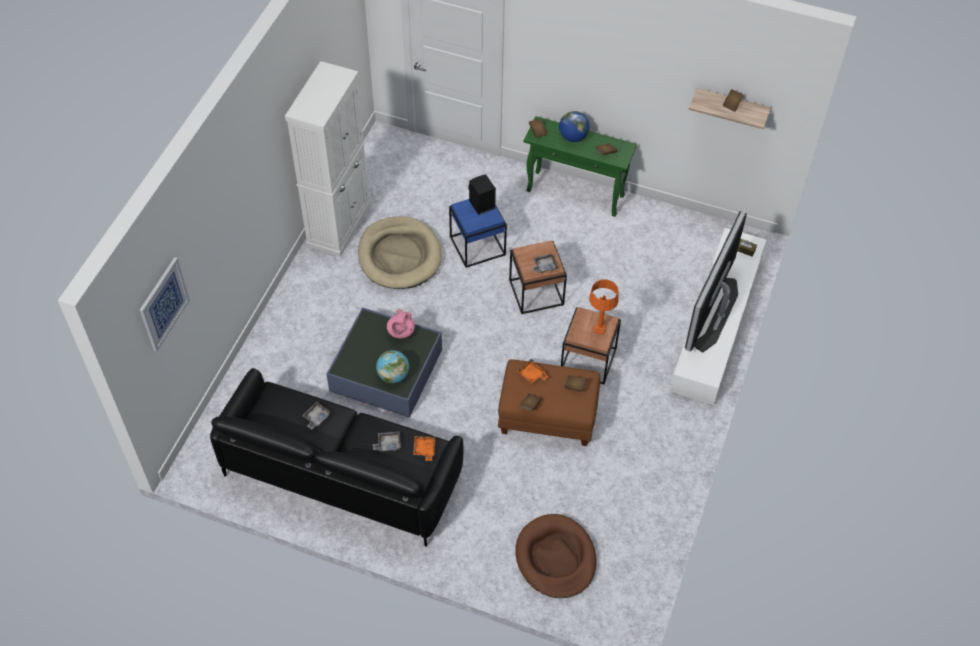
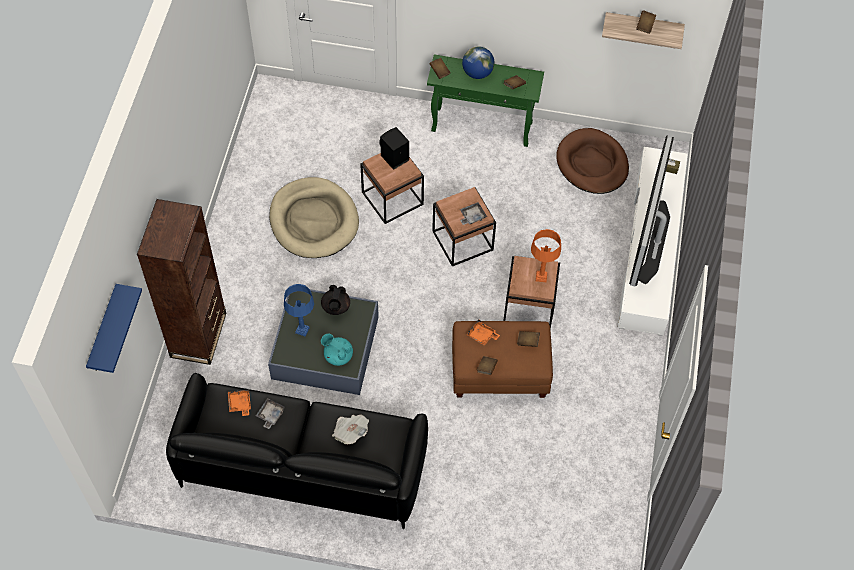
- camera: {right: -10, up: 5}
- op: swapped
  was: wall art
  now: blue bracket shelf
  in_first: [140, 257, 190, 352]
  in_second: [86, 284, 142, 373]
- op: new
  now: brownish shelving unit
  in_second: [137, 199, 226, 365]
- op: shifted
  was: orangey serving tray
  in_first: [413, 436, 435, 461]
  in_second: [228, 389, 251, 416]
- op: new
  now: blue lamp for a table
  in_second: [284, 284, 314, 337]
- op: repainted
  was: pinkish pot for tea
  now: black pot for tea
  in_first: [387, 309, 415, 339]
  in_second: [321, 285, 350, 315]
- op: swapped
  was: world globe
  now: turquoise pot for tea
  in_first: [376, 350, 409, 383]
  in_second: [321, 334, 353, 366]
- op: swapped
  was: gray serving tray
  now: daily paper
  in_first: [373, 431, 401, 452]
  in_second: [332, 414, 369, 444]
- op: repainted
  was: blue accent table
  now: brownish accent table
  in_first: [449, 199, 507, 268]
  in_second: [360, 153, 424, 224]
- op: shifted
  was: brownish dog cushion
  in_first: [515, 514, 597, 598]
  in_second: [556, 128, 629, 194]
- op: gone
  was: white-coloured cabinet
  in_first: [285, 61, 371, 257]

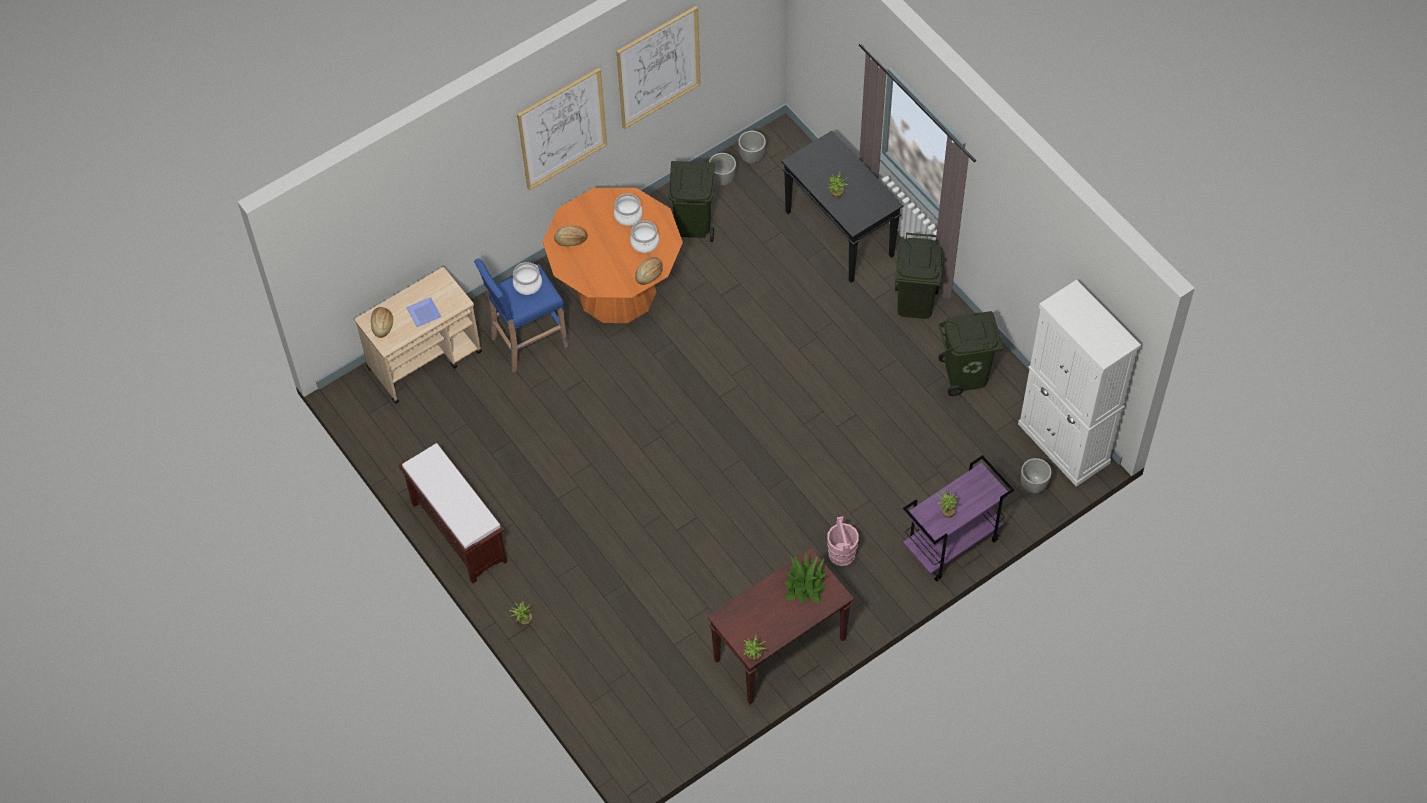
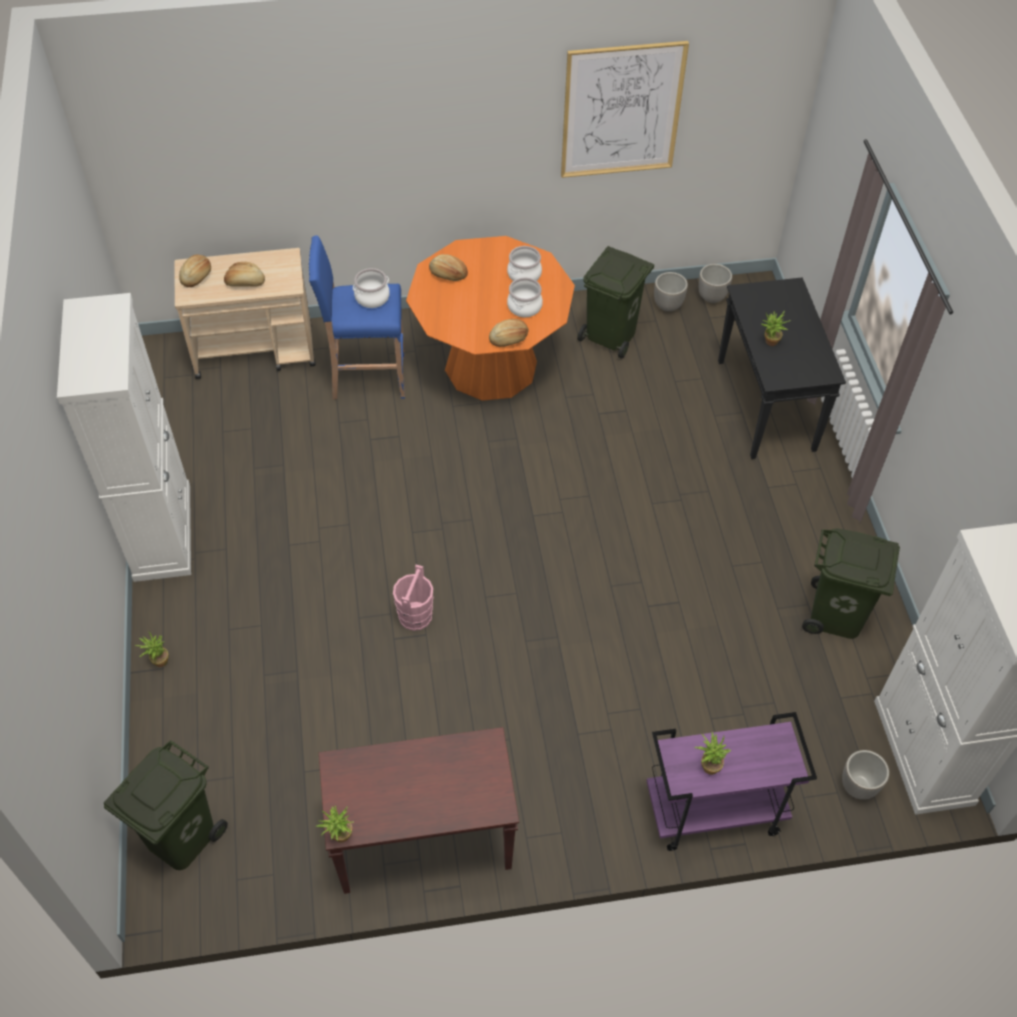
- camera: {right: 25, up: -5}
- op: swapped
  was: brownish indoor bench
  now: white-coloured cabinet
  in_first: [399, 443, 508, 584]
  in_second: [57, 293, 191, 582]
- op: shifted
  was: green rubbish bin
  in_first: [895, 232, 944, 319]
  in_second: [104, 740, 228, 870]
- op: swapped
  was: dinner plate
  now: bread
  in_first: [406, 297, 442, 327]
  in_second: [224, 262, 265, 287]
- op: shifted
  was: pinkish pail
  in_first: [827, 517, 859, 566]
  in_second: [393, 565, 433, 631]
- op: gone
  was: wall art
  in_first: [517, 68, 607, 190]
- op: gone
  was: potted plant
  in_first: [784, 554, 826, 604]

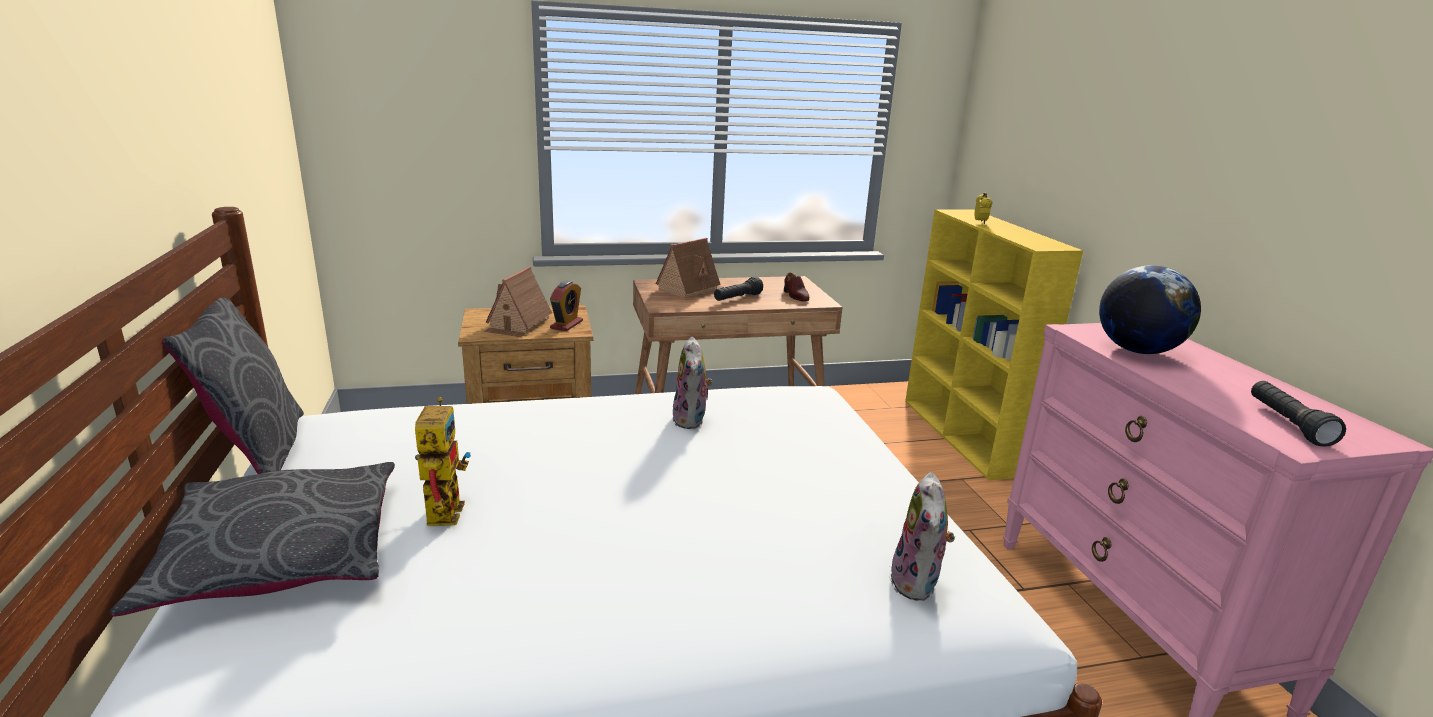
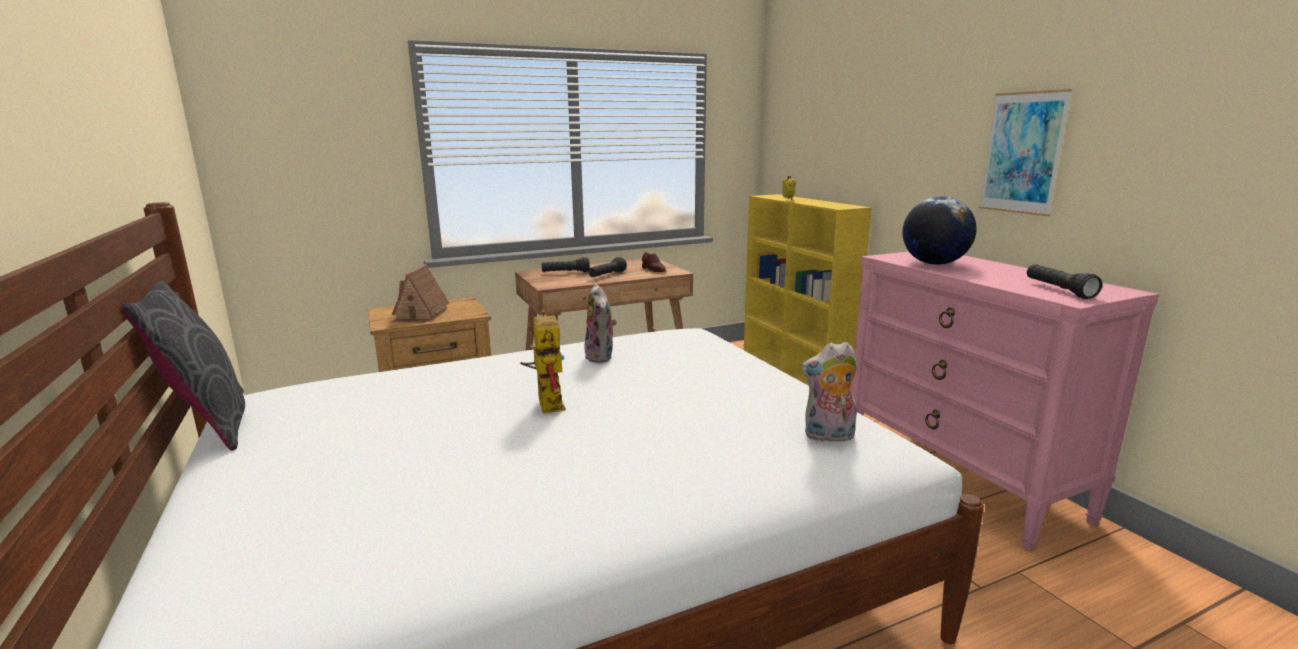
- camera: {right: -10, up: -5}
- op: shifted
  was: toy robot
  in_first: [415, 397, 471, 526]
  in_second: [520, 310, 566, 414]
- op: swapped
  was: toy house
  now: black hand torch
  in_first: [656, 238, 724, 298]
  in_second: [542, 257, 590, 272]
- op: rotated
  was: cuddly toy
  in_first: [889, 472, 955, 601]
  in_second: [801, 342, 858, 444]
  clockwise: 90
- op: new
  now: wall art
  in_second: [979, 89, 1072, 216]
- op: gone
  was: gray cushion
  in_first: [110, 462, 395, 617]
- op: gone
  was: alarm clock
  in_first: [550, 281, 583, 331]

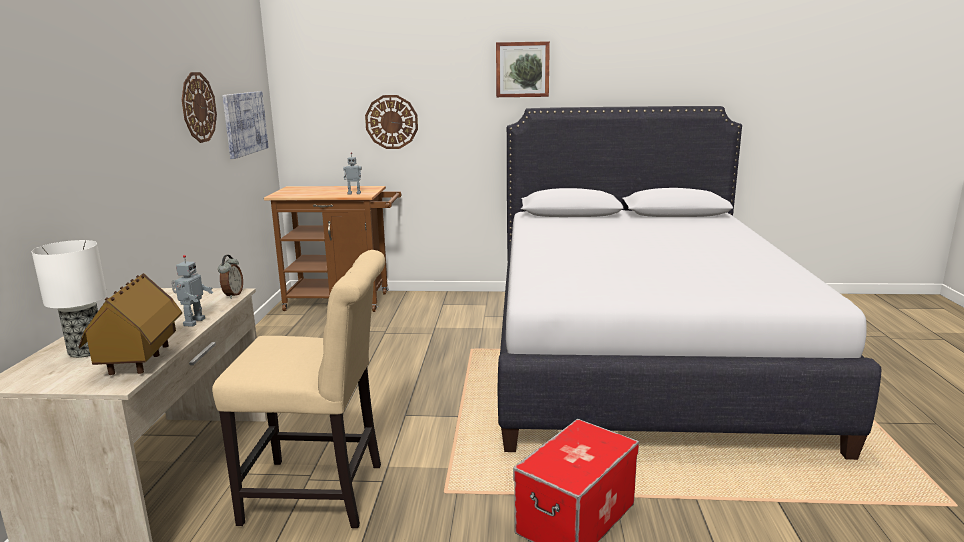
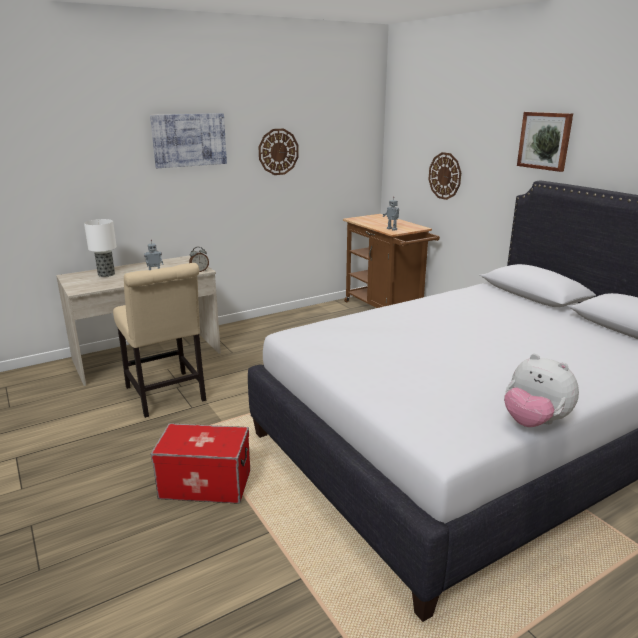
- camera: {right: 55, up: 5}
- op: shifted
  was: wall art
  in_first: [222, 91, 269, 159]
  in_second: [150, 113, 227, 168]
- op: new
  now: cuddly toy
  in_second: [504, 354, 579, 427]
- op: gone
  was: toy house
  in_first: [79, 273, 182, 375]

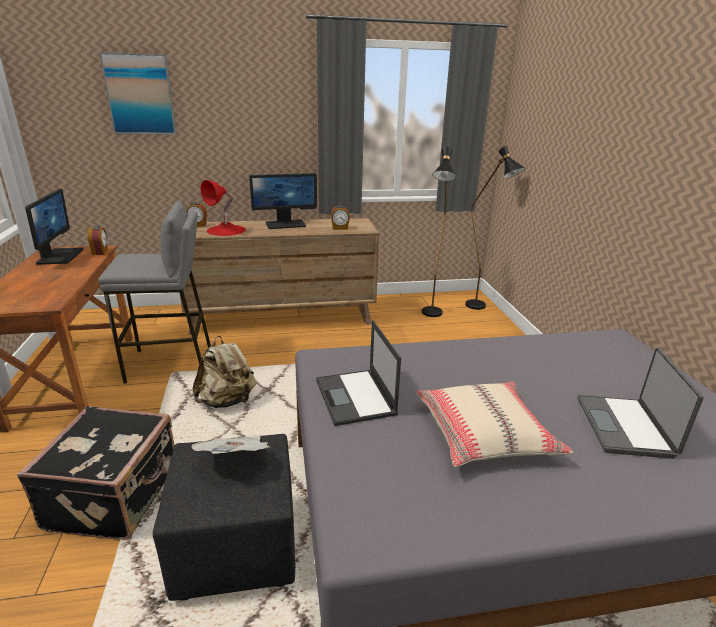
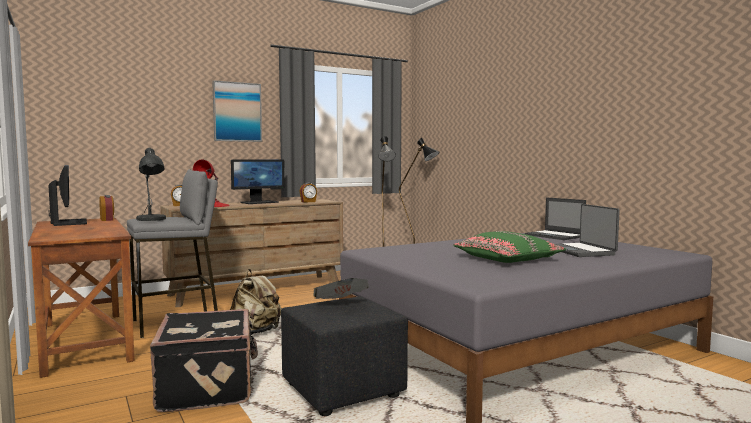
- camera: {right: -20, up: -20}
- op: new
  now: gray lamp for a table
  in_second: [136, 148, 166, 221]
- op: shifted
  was: wall art
  in_first: [99, 52, 177, 134]
  in_second: [212, 80, 262, 142]
- op: repainted
  was: beige-coloured cushion
  now: green cushion
  in_first: [416, 382, 573, 467]
  in_second: [453, 231, 566, 263]
- op: shifted
  was: notebook computer
  in_first: [316, 320, 401, 426]
  in_second: [525, 197, 586, 240]

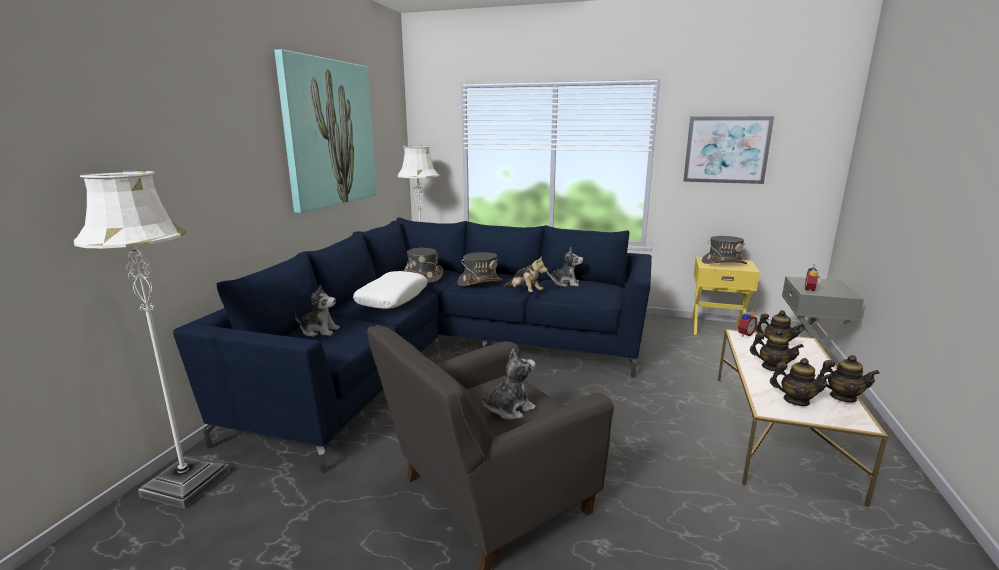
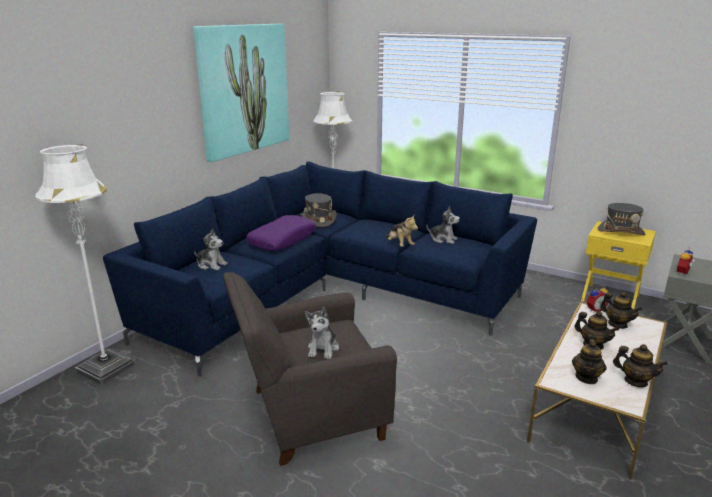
- camera: {right: 15, up: 5}
- op: repainted
  was: white-coloured cushion
  now: purple-coloured cushion
  in_first: [353, 271, 428, 309]
  in_second: [246, 215, 316, 251]
- op: rotated
  was: cuddly toy
  in_first: [482, 348, 536, 420]
  in_second: [305, 307, 339, 359]
  clockwise: 120
- op: rotated
  was: pot for tea
  in_first: [770, 358, 832, 406]
  in_second: [572, 339, 607, 384]
  clockwise: 75
- op: gone
  was: gray clothing hat
  in_first: [457, 252, 503, 286]
- op: gone
  was: wall art
  in_first: [683, 116, 774, 184]

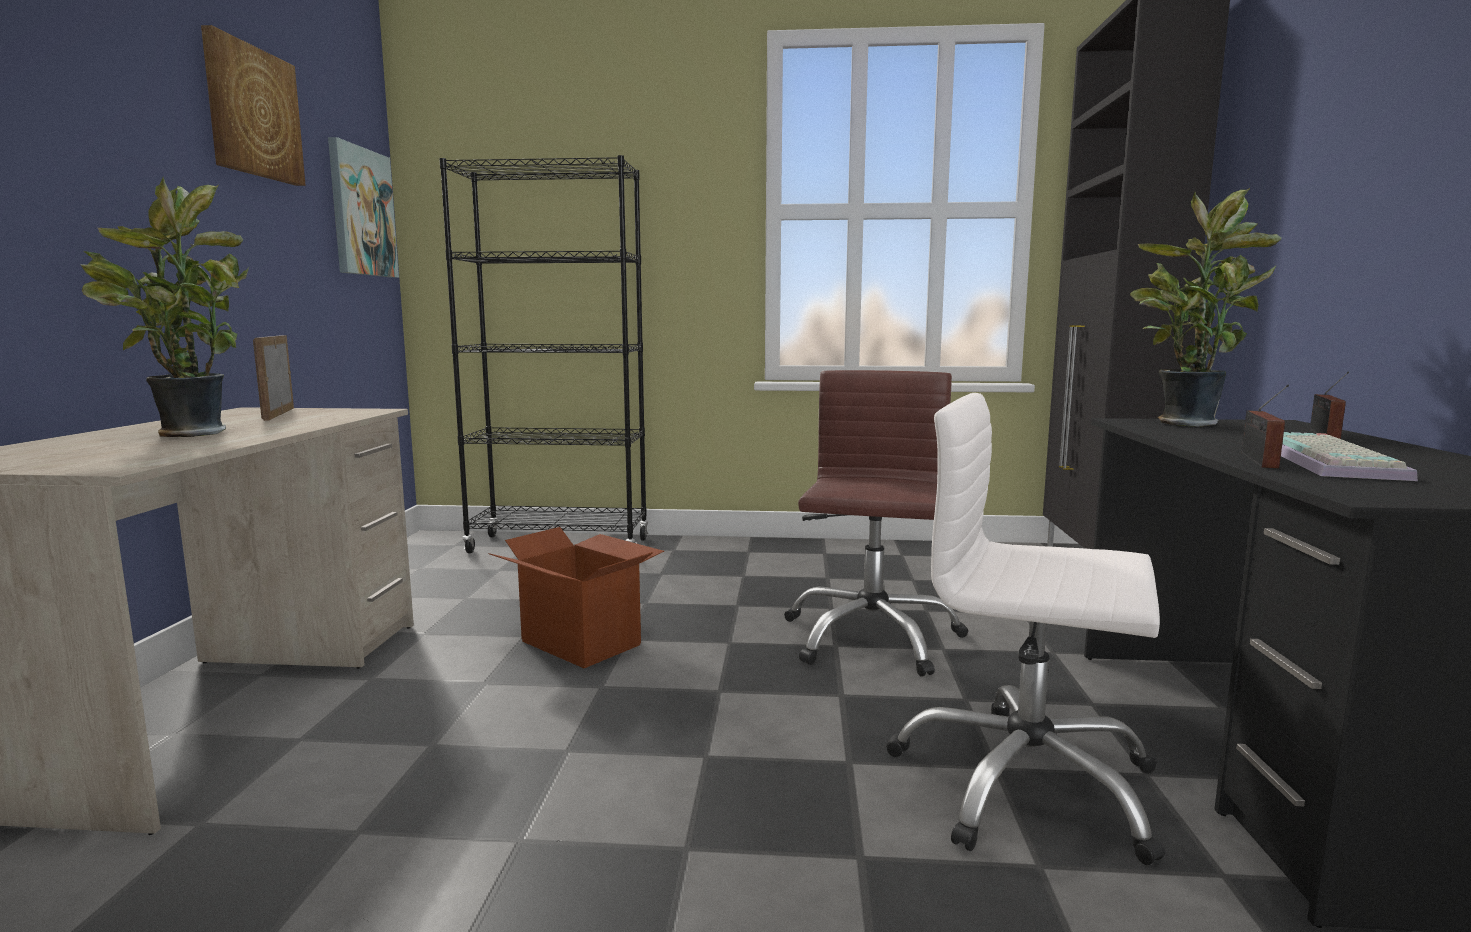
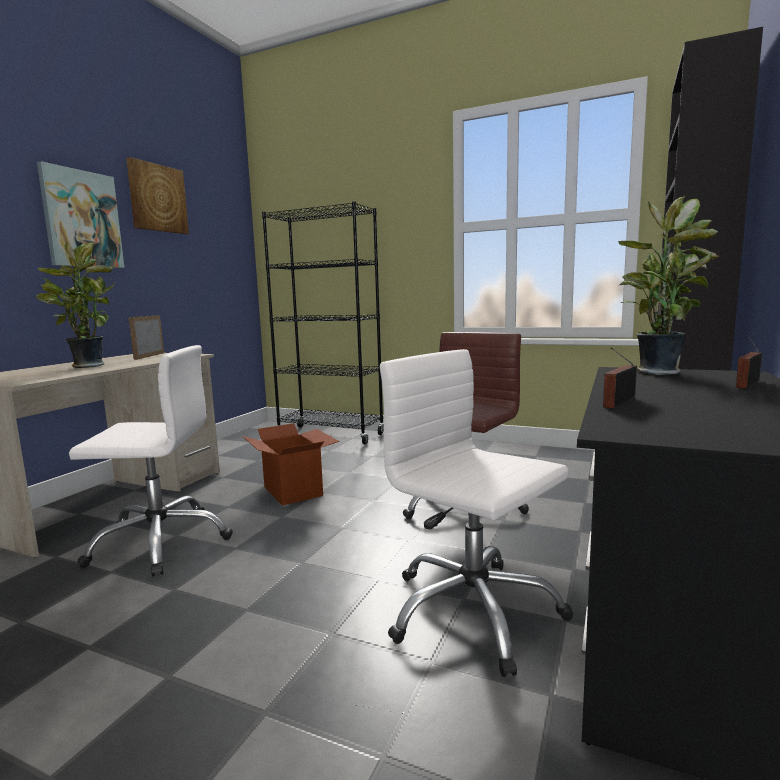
- camera: {right: 20, up: 0}
- op: shifted
  was: wall art
  in_first: [328, 137, 399, 278]
  in_second: [37, 161, 125, 268]
- op: new
  now: white-coloured office chair
  in_second: [69, 345, 233, 576]
- op: gone
  was: computer keyboard
  in_first: [1281, 432, 1418, 481]

